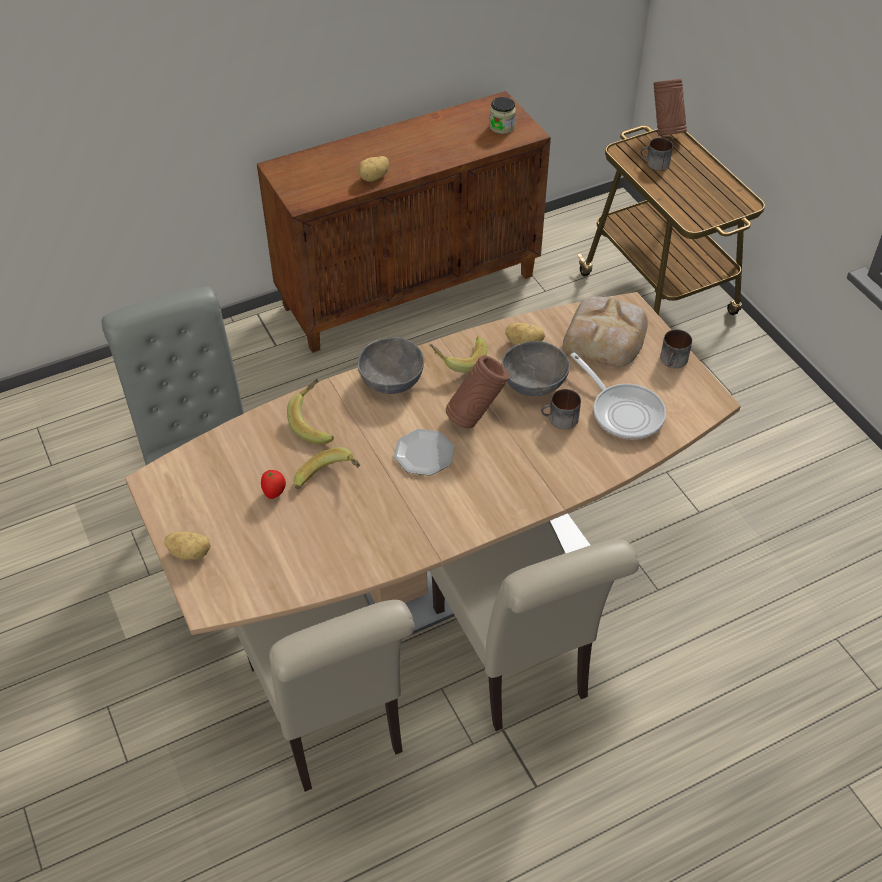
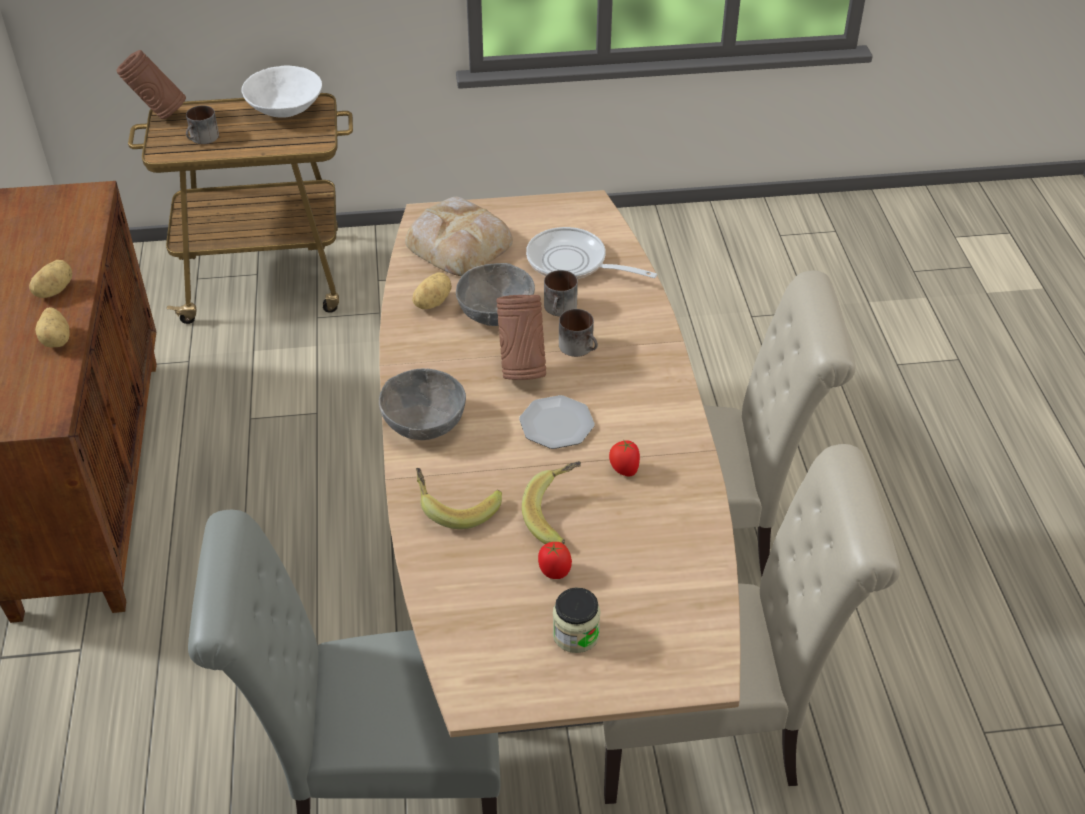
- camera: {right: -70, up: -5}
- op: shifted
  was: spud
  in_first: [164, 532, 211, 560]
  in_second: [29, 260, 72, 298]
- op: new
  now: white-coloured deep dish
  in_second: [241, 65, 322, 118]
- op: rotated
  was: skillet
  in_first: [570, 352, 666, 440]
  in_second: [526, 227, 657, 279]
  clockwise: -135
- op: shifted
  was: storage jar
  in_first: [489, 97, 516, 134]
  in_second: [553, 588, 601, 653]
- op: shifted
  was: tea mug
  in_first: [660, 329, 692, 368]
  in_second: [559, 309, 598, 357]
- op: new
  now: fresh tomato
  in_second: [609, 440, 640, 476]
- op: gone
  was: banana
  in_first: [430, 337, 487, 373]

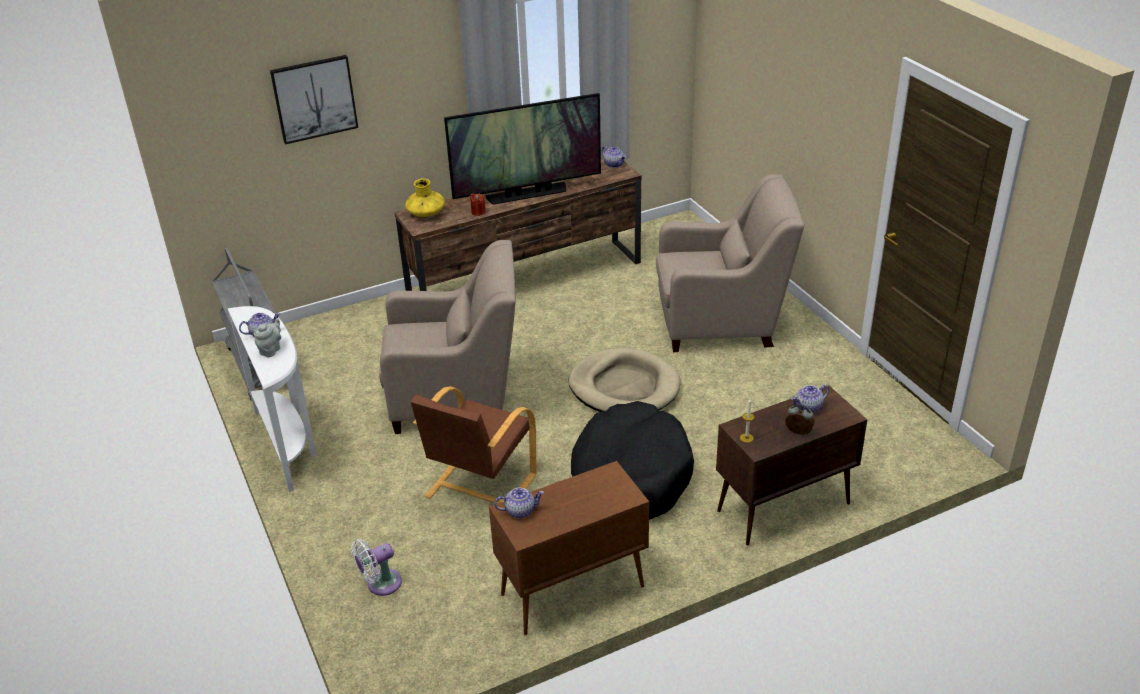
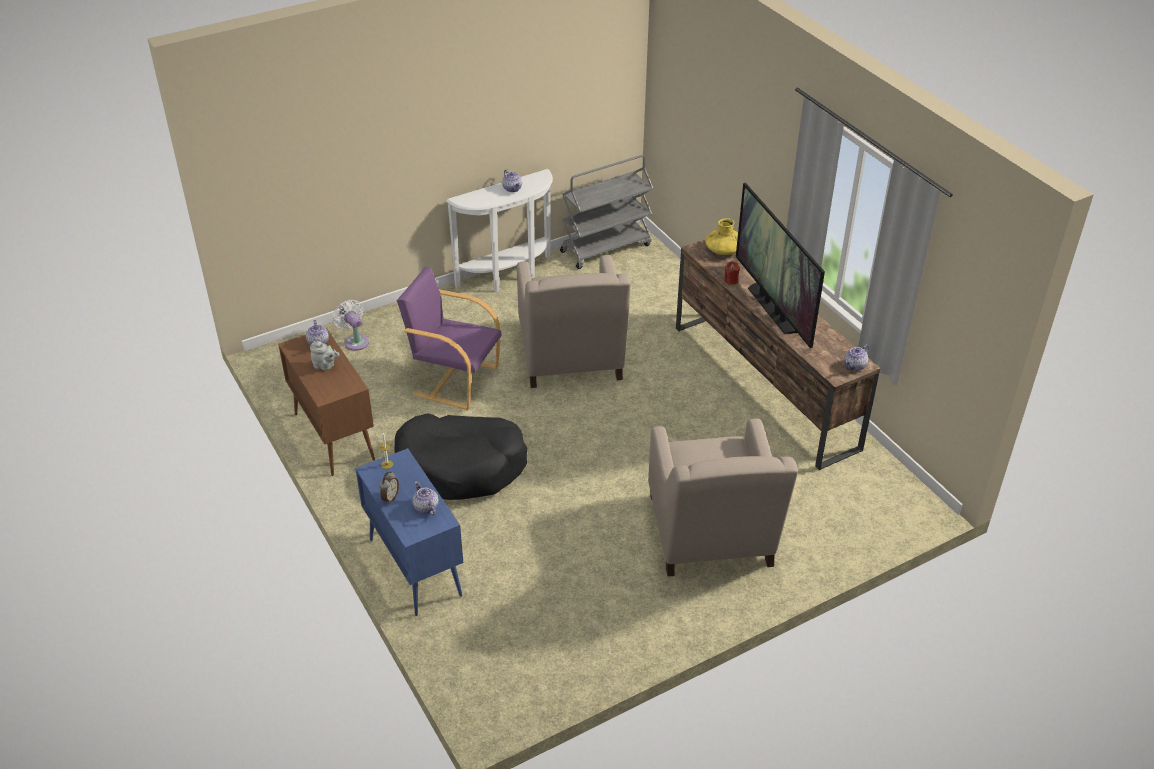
- camera: {right: 85, up: 5}
- op: shifted
  was: gray pot for tea
  in_first: [254, 318, 281, 357]
  in_second: [310, 341, 340, 370]
- op: repainted
  was: brownish cabinet
  now: blue cabinet
  in_first: [716, 385, 867, 546]
  in_second: [355, 448, 463, 616]
- op: repainted
  was: brownish easy chair
  now: purple-coloured easy chair
  in_first: [411, 386, 537, 504]
  in_second: [397, 267, 502, 410]
- op: gone
  was: wall art
  in_first: [270, 55, 358, 144]
- op: gone
  was: beige-coloured dog cushion
  in_first: [568, 348, 681, 412]

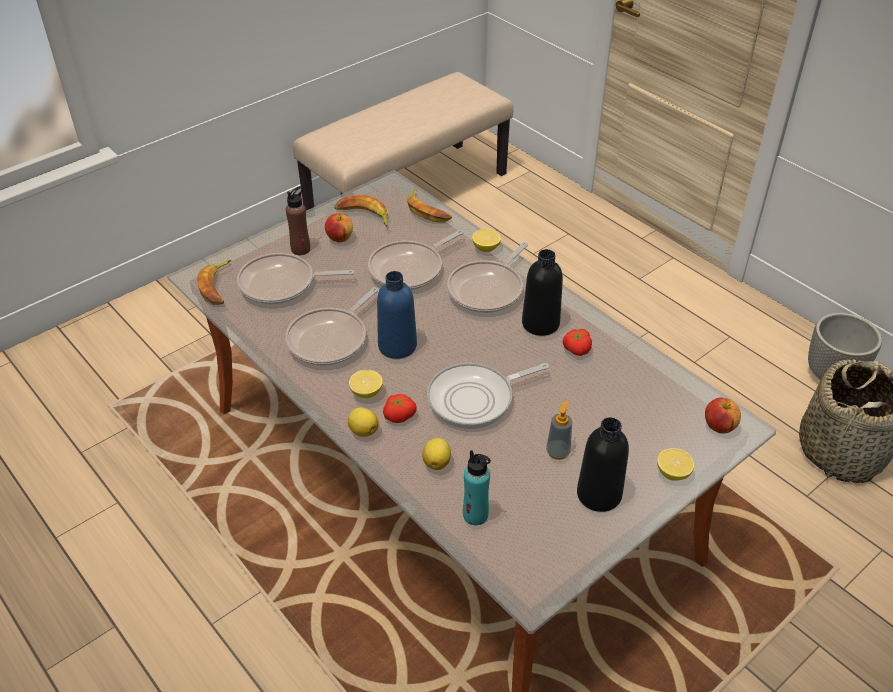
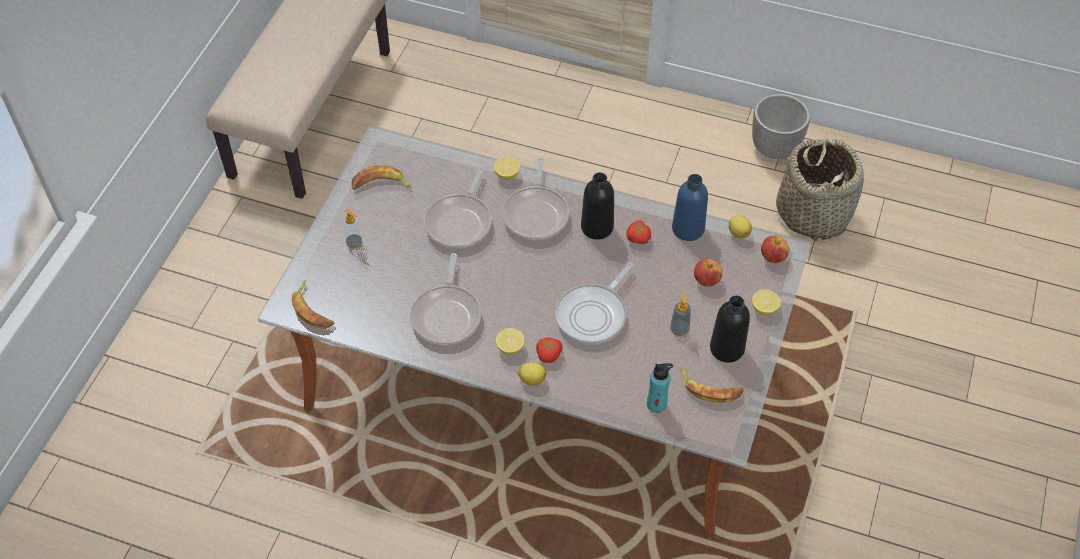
- camera: {right: -30, up: 10}
- op: swapped
  was: brownish beverage bottle
  now: soap bottle
  in_first: [286, 186, 310, 255]
  in_second: [342, 209, 363, 248]
- op: shifted
  was: blue beverage bottle
  in_first: [377, 271, 417, 359]
  in_second: [672, 174, 708, 241]
- op: shifted
  was: banana
  in_first: [407, 188, 452, 222]
  in_second: [681, 366, 744, 403]
- op: shifted
  was: apple fruit
  in_first: [325, 214, 353, 243]
  in_second: [694, 259, 723, 286]
- op: shifted
  was: whole lemon
  in_first: [422, 438, 451, 470]
  in_second: [729, 215, 752, 238]
- op: gone
  was: skillet
  in_first: [237, 253, 355, 305]

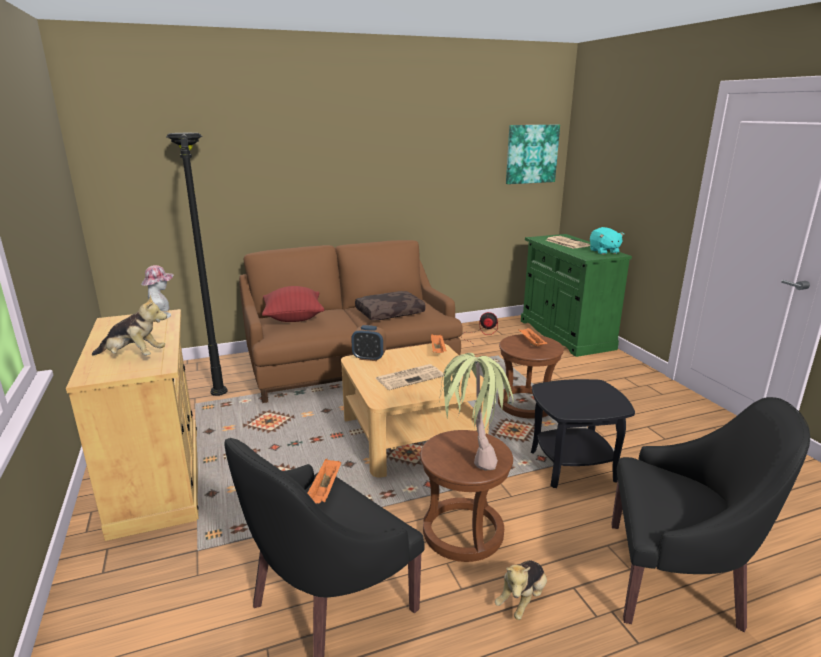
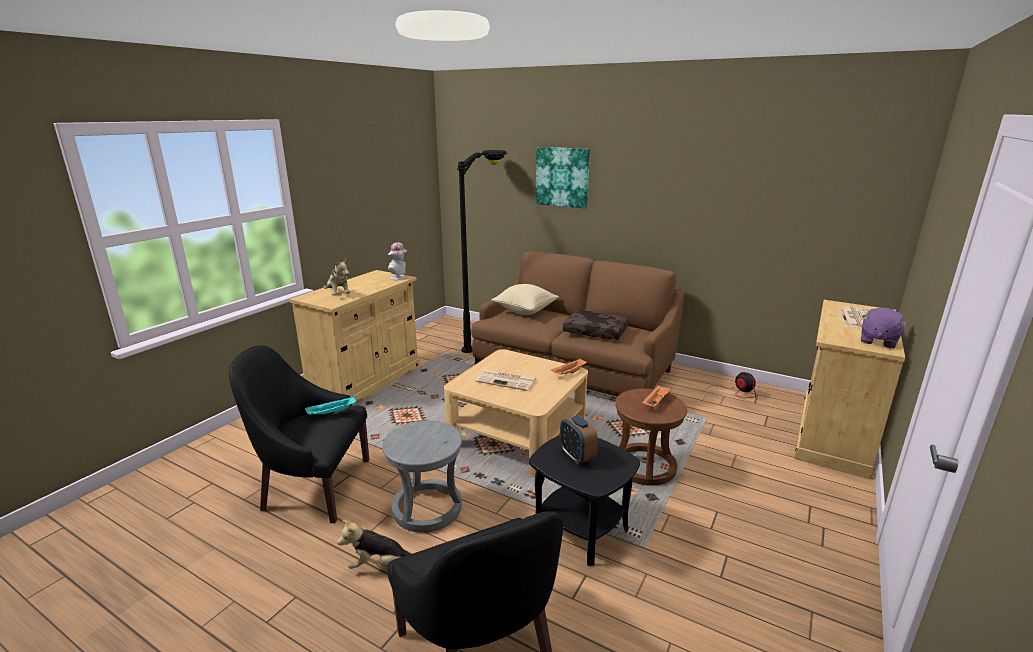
- camera: {right: 50, up: 0}
- op: repainted
  was: orangey serving tray
  now: turquoise serving tray
  in_first: [307, 458, 341, 504]
  in_second: [305, 396, 356, 415]
- op: repainted
  was: brownish stool
  now: gray stool
  in_first: [420, 430, 513, 562]
  in_second: [382, 420, 462, 533]
- op: repainted
  was: red-coloured cushion
  now: beige-coloured cushion
  in_first: [262, 286, 324, 322]
  in_second: [492, 284, 559, 315]
- op: shifted
  was: wall art
  in_first: [506, 125, 560, 184]
  in_second: [536, 147, 590, 208]
- op: shifted
  was: alarm clock
  in_first: [351, 325, 386, 361]
  in_second: [560, 415, 598, 464]
- op: repainted
  was: green cabinet
  now: beige-coloured cabinet
  in_first: [521, 234, 632, 357]
  in_second: [794, 300, 905, 479]
- op: repainted
  was: turquoise cuddly toy
  now: purple-coloured cuddly toy
  in_first: [590, 227, 624, 255]
  in_second: [861, 308, 907, 348]
- op: gone
  was: potted plant
  in_first: [439, 353, 513, 471]

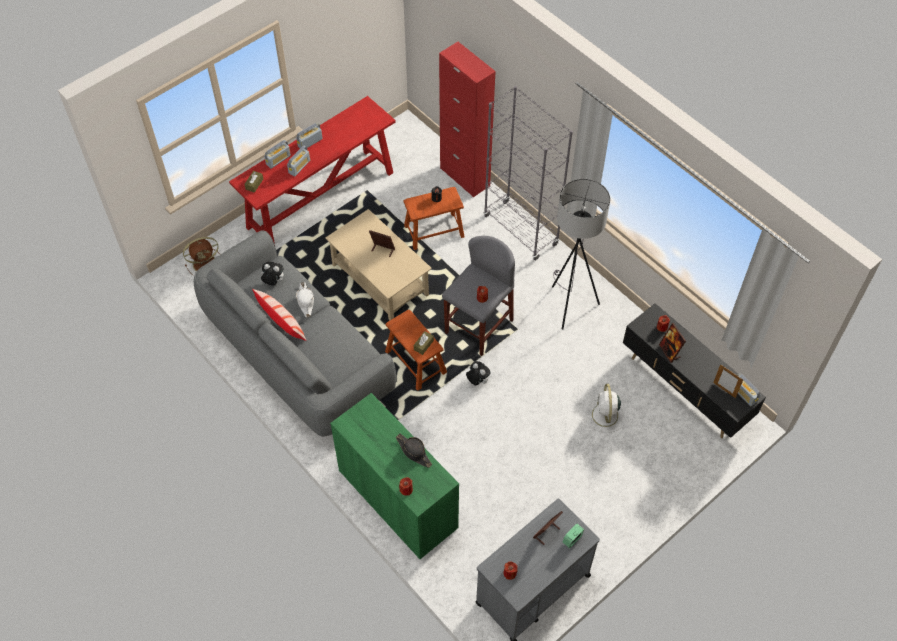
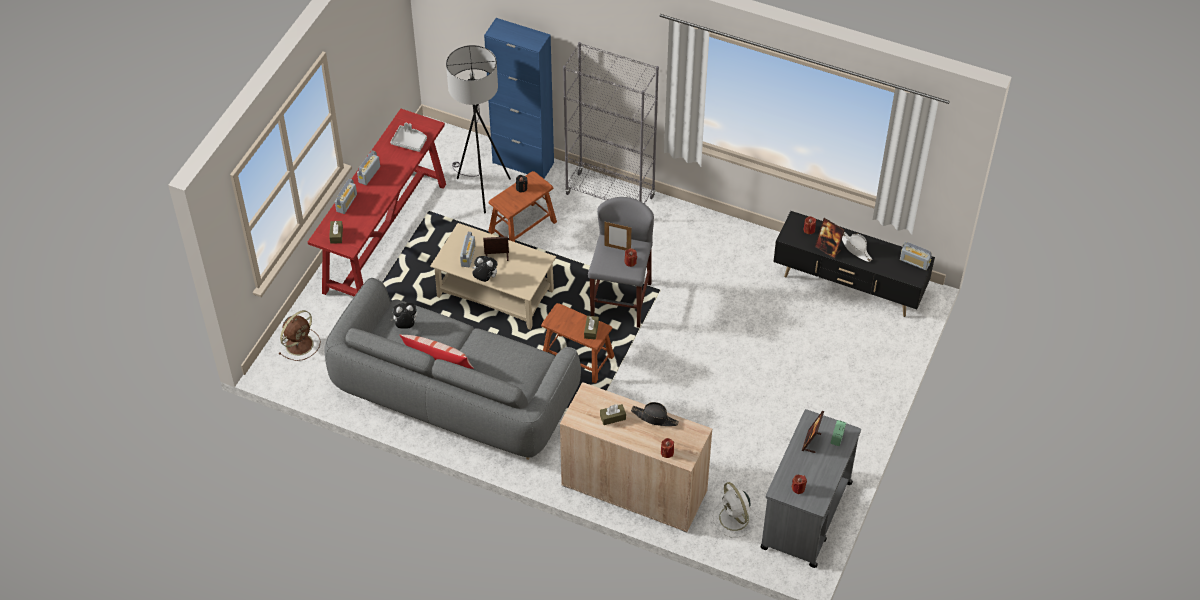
- camera: {right: -25, up: -5}
- op: new
  now: gray serving tray
  in_second: [390, 123, 427, 152]
- op: shifted
  was: gray standard lamp
  in_first: [552, 179, 610, 330]
  in_second: [446, 45, 511, 213]
- op: shifted
  was: radio set
  in_first: [287, 146, 310, 176]
  in_second: [460, 232, 475, 267]
- op: shifted
  was: cuddly toy
  in_first: [466, 361, 490, 385]
  in_second: [472, 256, 498, 282]
- op: repainted
  was: red-coloured cabinet
  now: blue cabinet
  in_first: [439, 42, 496, 197]
  in_second: [484, 18, 554, 179]
- op: repainted
  was: green cabinet
  now: beige-coloured cabinet
  in_first: [330, 393, 459, 559]
  in_second: [560, 382, 712, 533]
- op: new
  now: brownish tissue holder
  in_second: [600, 404, 626, 425]
- op: shifted
  was: standing frame
  in_first: [713, 364, 743, 398]
  in_second: [605, 221, 631, 250]
- op: shifted
  was: white-coloured cooling fan
  in_first: [586, 384, 625, 433]
  in_second: [713, 482, 758, 537]
- op: shifted
  was: white-coloured clothing hat
  in_first: [296, 282, 314, 318]
  in_second: [842, 231, 872, 262]

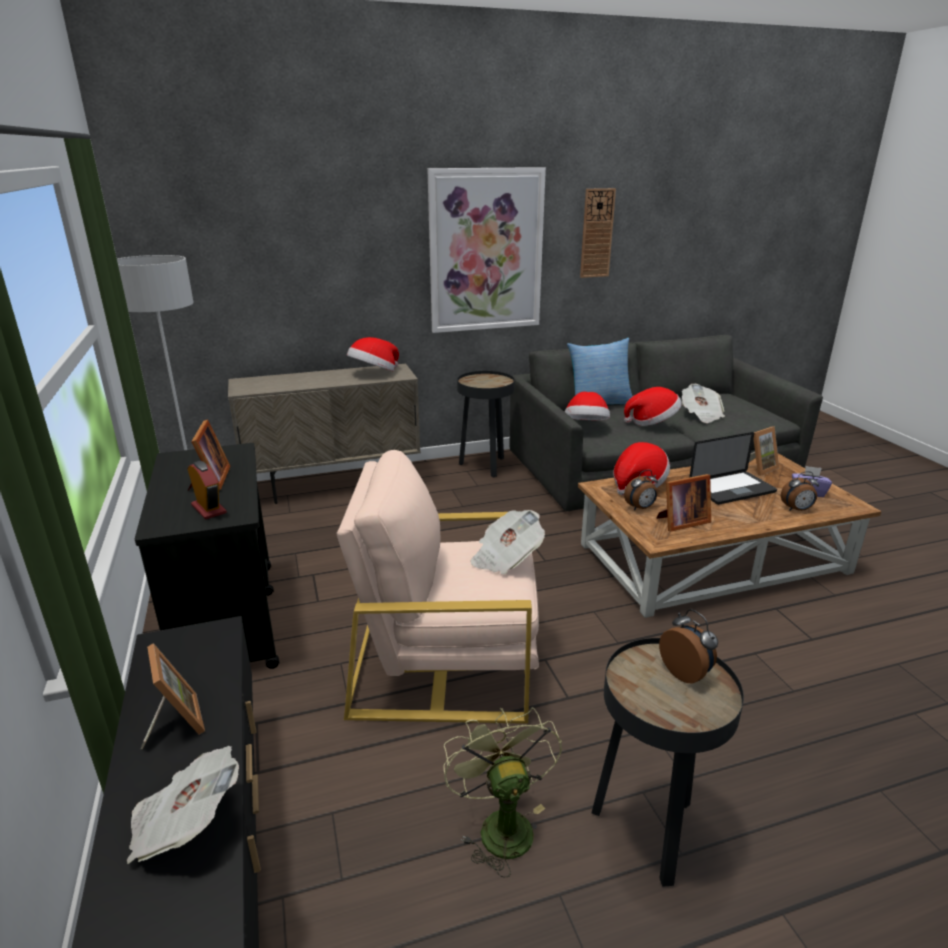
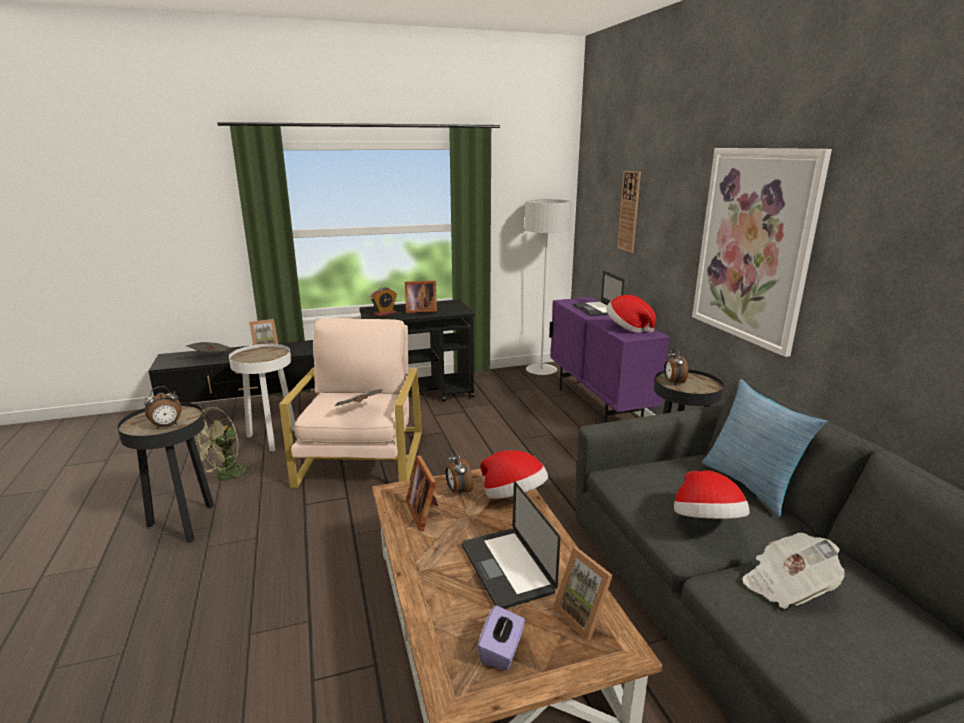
- camera: {right: 90, up: -5}
- op: rotated
  was: green cooling fan
  in_first: [444, 708, 562, 877]
  in_second: [195, 407, 255, 481]
  clockwise: 135
- op: new
  now: white-coloured accent table
  in_second: [229, 344, 295, 451]
- op: repainted
  was: beige-coloured cabinet
  now: purple-coloured cabinet
  in_first: [228, 364, 421, 504]
  in_second: [549, 297, 670, 423]
- op: new
  now: notebook computer
  in_second: [573, 270, 625, 316]
- op: shifted
  was: hanging clock
  in_first: [580, 188, 616, 278]
  in_second: [617, 171, 641, 253]
- op: shifted
  was: alarm clock
  in_first: [781, 471, 819, 511]
  in_second: [664, 347, 688, 386]
- op: gone
  was: clothing hat
  in_first: [565, 392, 610, 421]

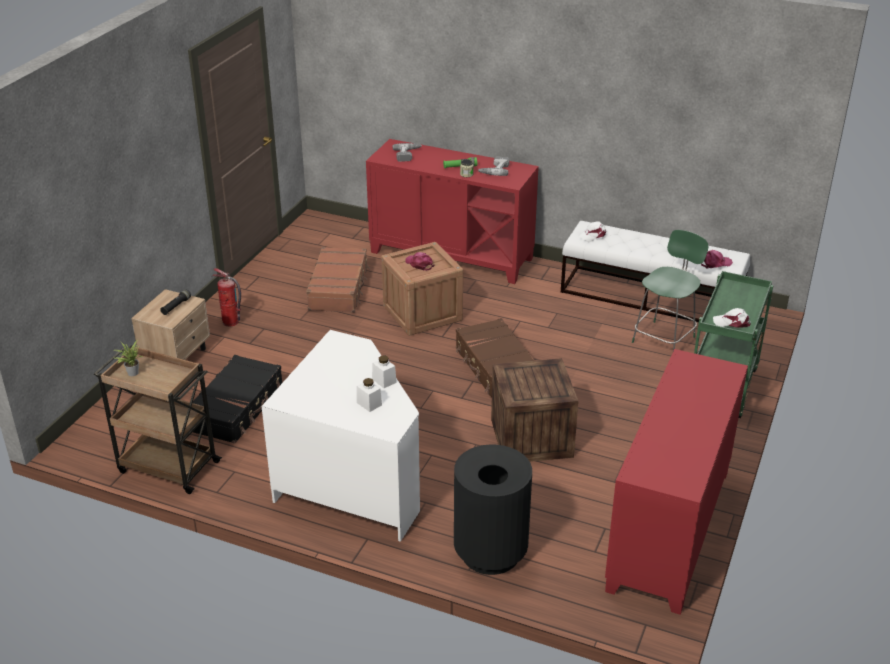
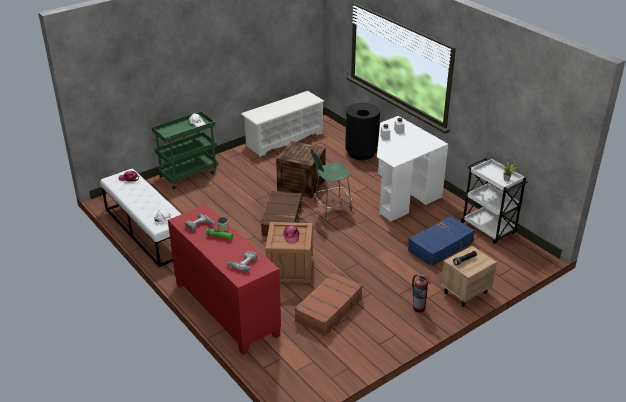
- camera: {right: -150, up: 0}
- op: swapped
  was: red-coloured cabinet
  now: white-coloured shoe rack
  in_first: [605, 349, 748, 615]
  in_second: [241, 91, 324, 157]
- op: shifted
  was: green stool
  in_first: [632, 230, 709, 351]
  in_second: [311, 149, 352, 218]
- op: repainted
  was: black travel case
  now: blue travel case
  in_first: [193, 355, 282, 444]
  in_second: [408, 216, 475, 267]
- op: repainted
  was: brownish trolley
  now: white-coloured trolley
  in_first: [94, 345, 222, 494]
  in_second: [460, 158, 528, 244]

